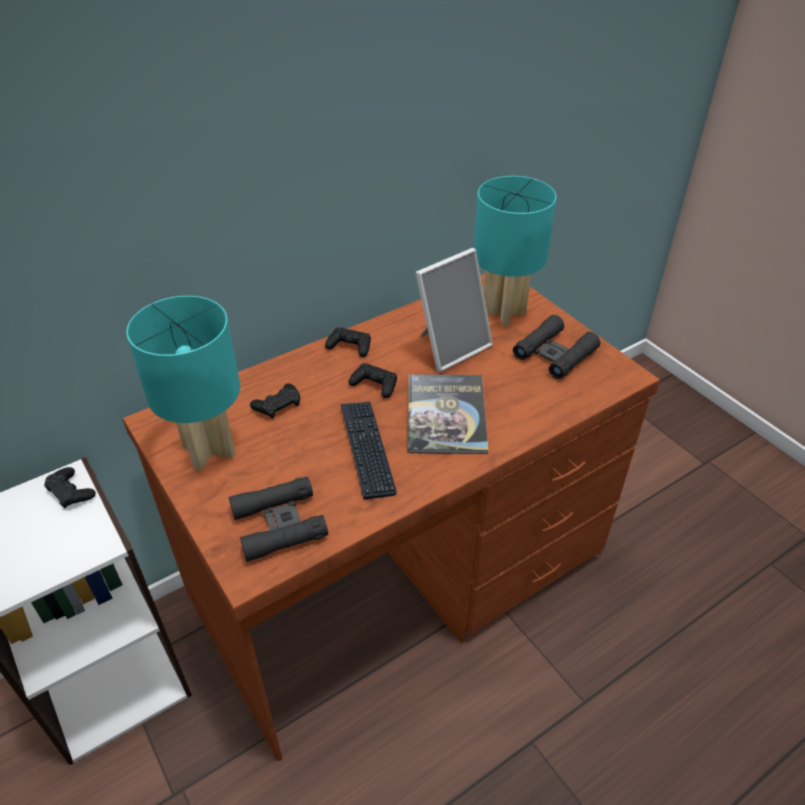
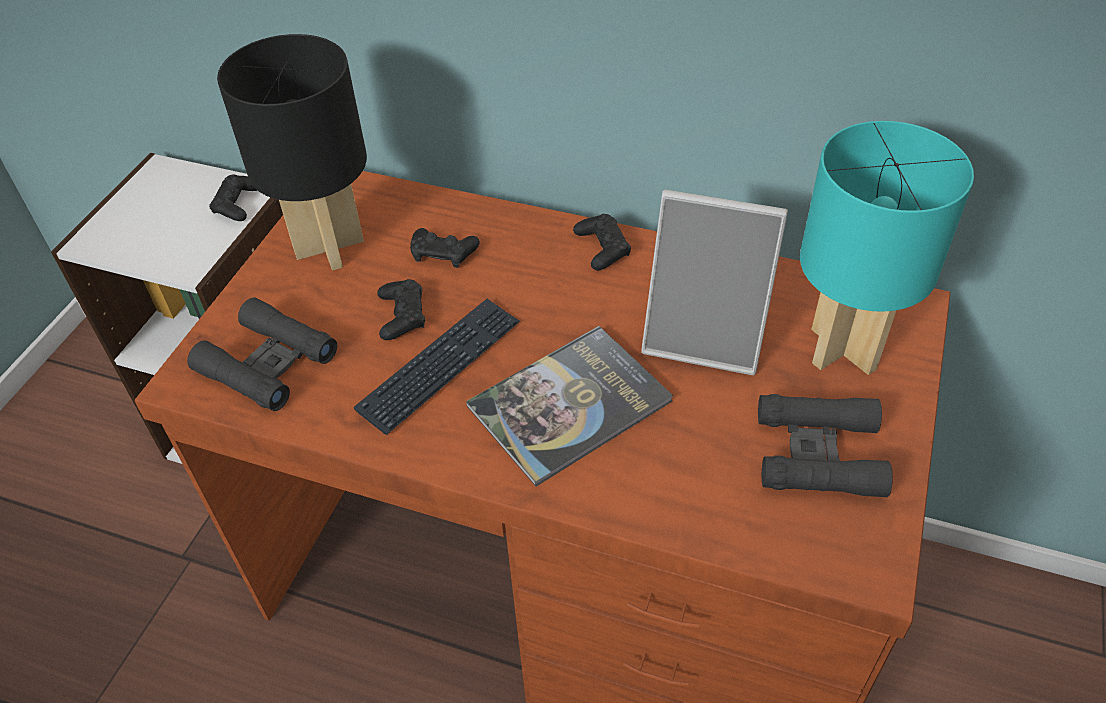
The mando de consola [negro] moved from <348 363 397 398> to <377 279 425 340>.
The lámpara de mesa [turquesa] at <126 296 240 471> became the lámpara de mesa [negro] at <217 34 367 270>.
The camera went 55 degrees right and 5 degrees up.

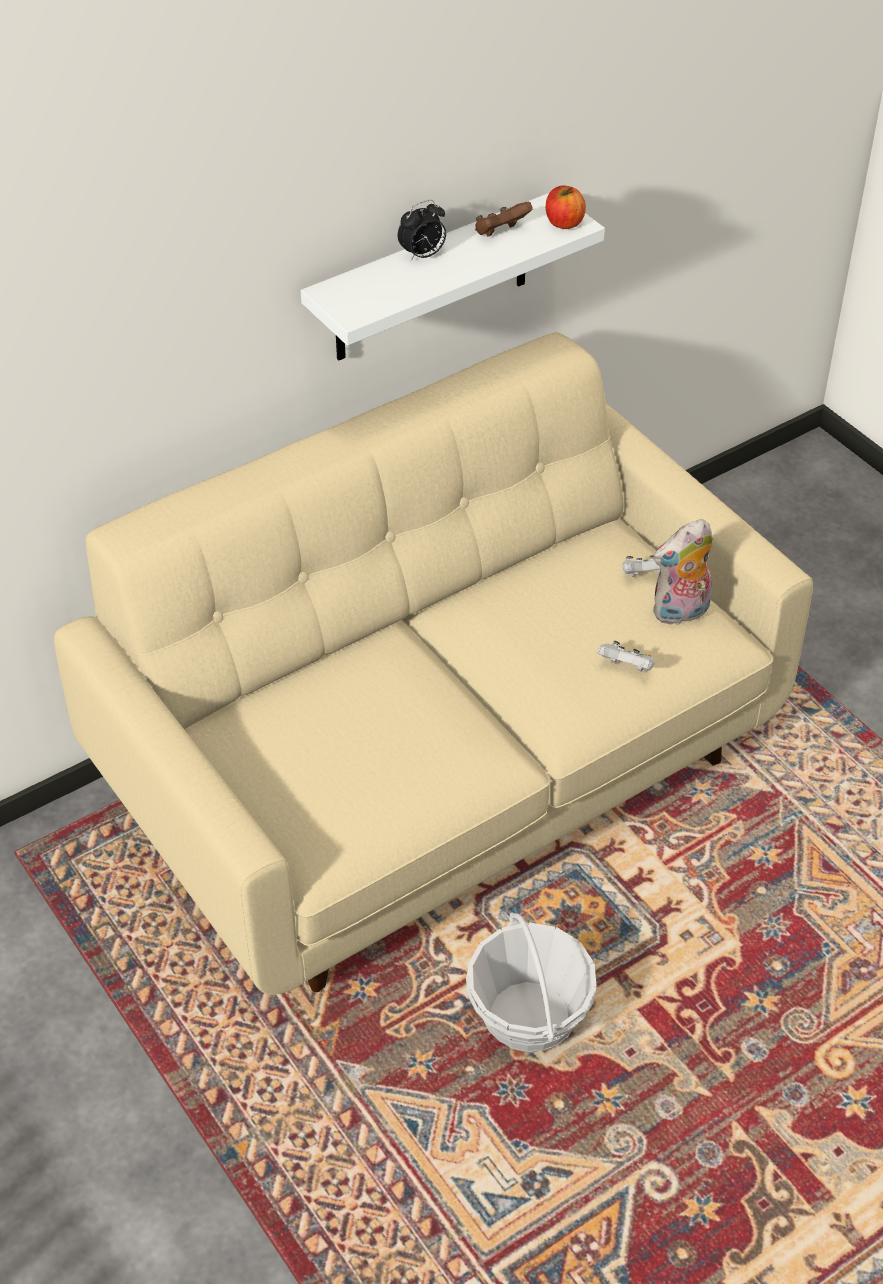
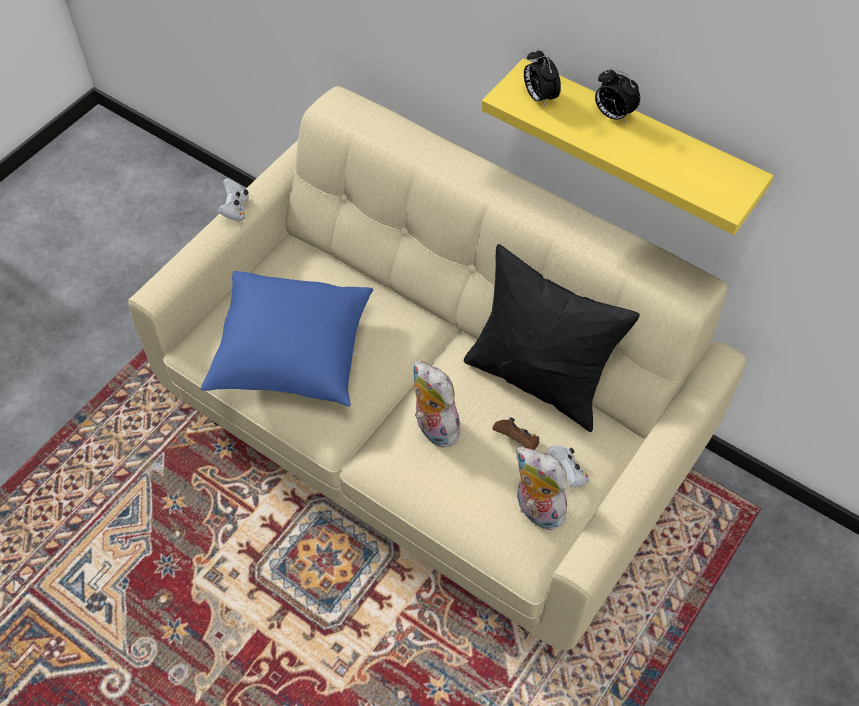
The cesta at <466 913 597 1052> disappeared.
The manzana at <546 186 586 229> disappeared.
The cojín [azul] at <201 271 373 407> appeared.
The peluche at <413 361 465 448> appeared.
The cojín [negro] at <463 244 640 432> appeared.
The despertador at <524 48 561 106> appeared.
The mando de consola [marrón] moved from <475 202 533 237> to <492 417 539 450>.
The mando de consola [blanco] moved from <598 641 655 672> to <217 178 249 221>.
The estante [blanco] at <301 193 605 361> became the estante [amarillo] at <482 58 774 235>.
The camera went 70 degrees right and 10 degrees up.

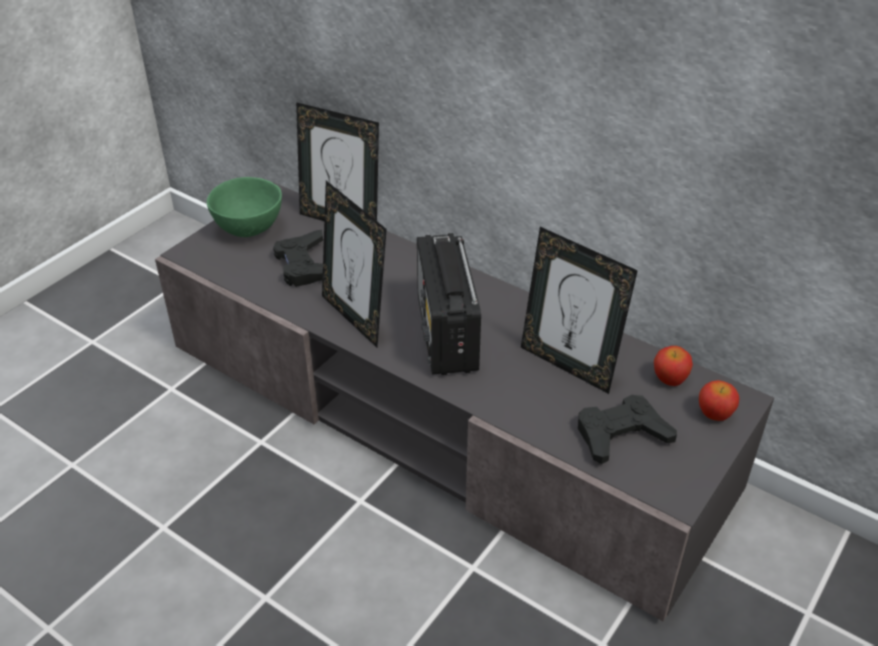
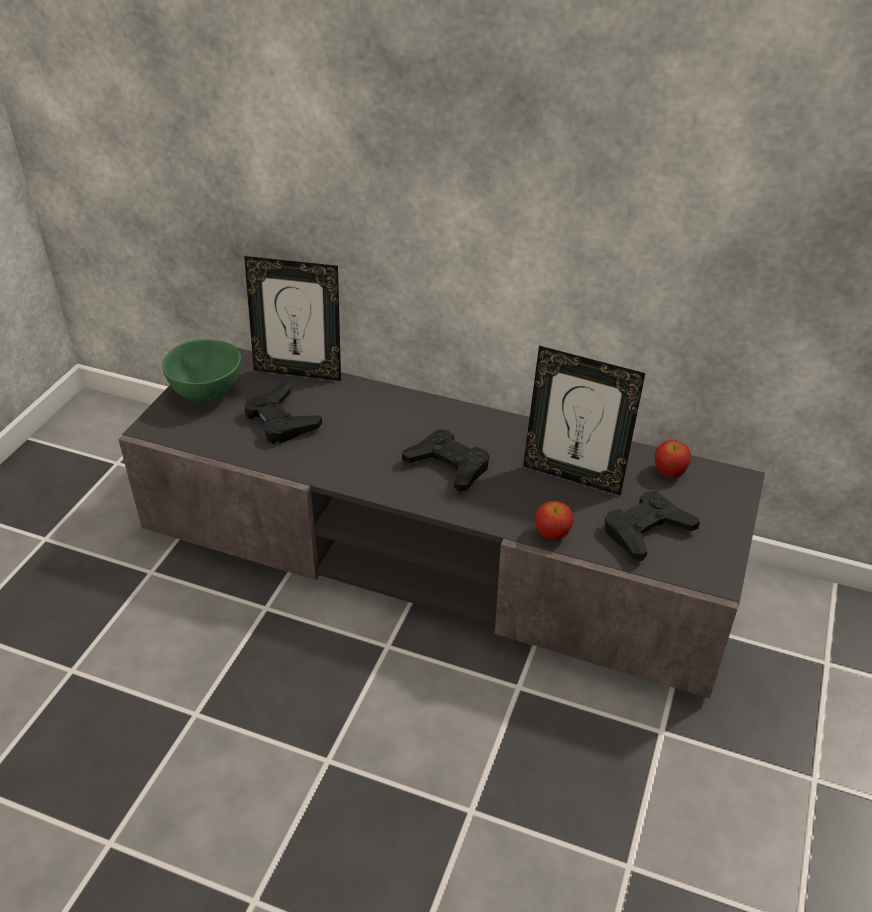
The portarretratos at <322 181 387 347> disappeared.
The manzana moved from <699 380 739 421> to <535 501 573 541>.
The radio at <417 233 481 375> was replaced by the mando de consola [negro] at <402 429 489 492>.
The camera went 15 degrees left and 0 degrees up.

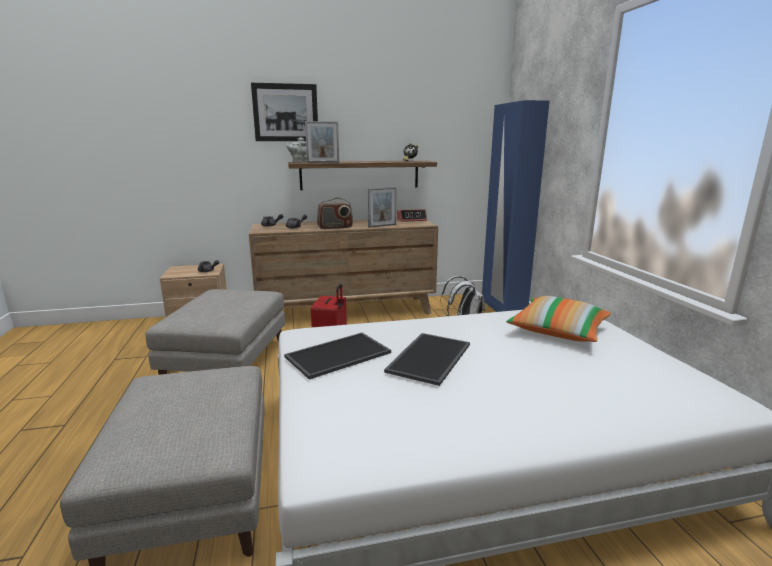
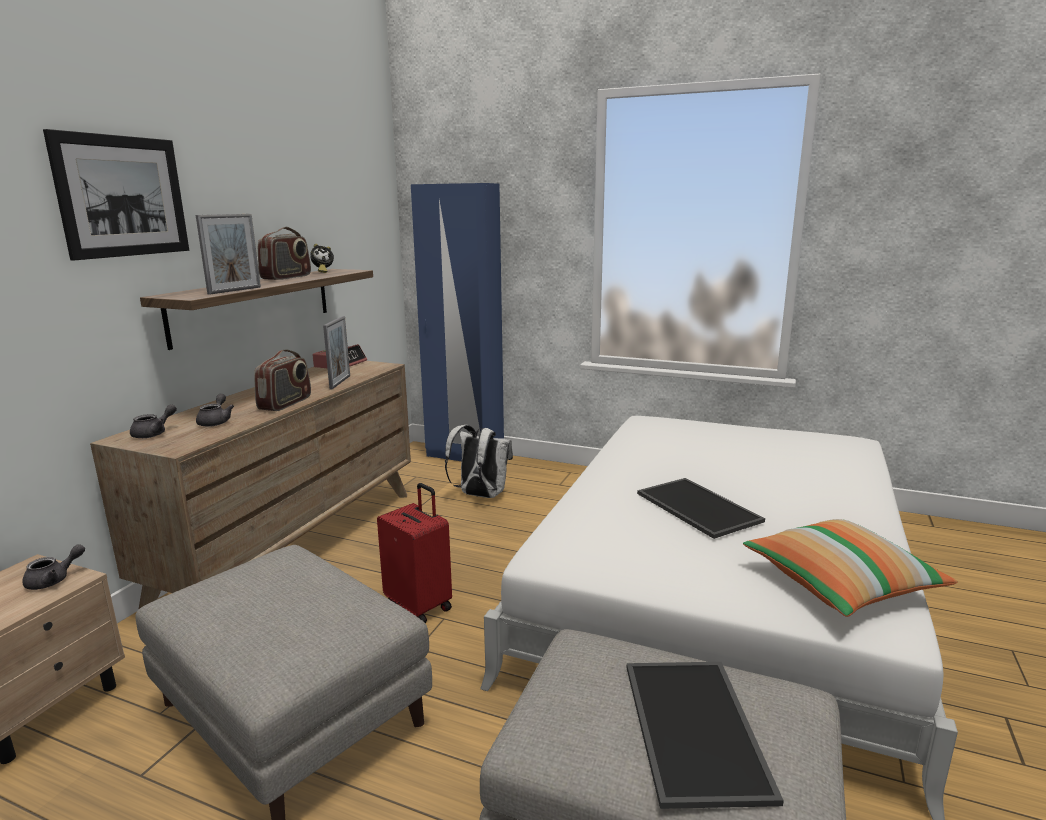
The tetera [gris] at <286 137 307 163> disappeared.
The radio at <258 227 311 280> appeared.
The bandeja moved from <284 333 391 379> to <627 662 784 809>.
The cojín moved from <506 296 611 342> to <743 519 958 617>.
The camera went 55 degrees left and 0 degrees up.

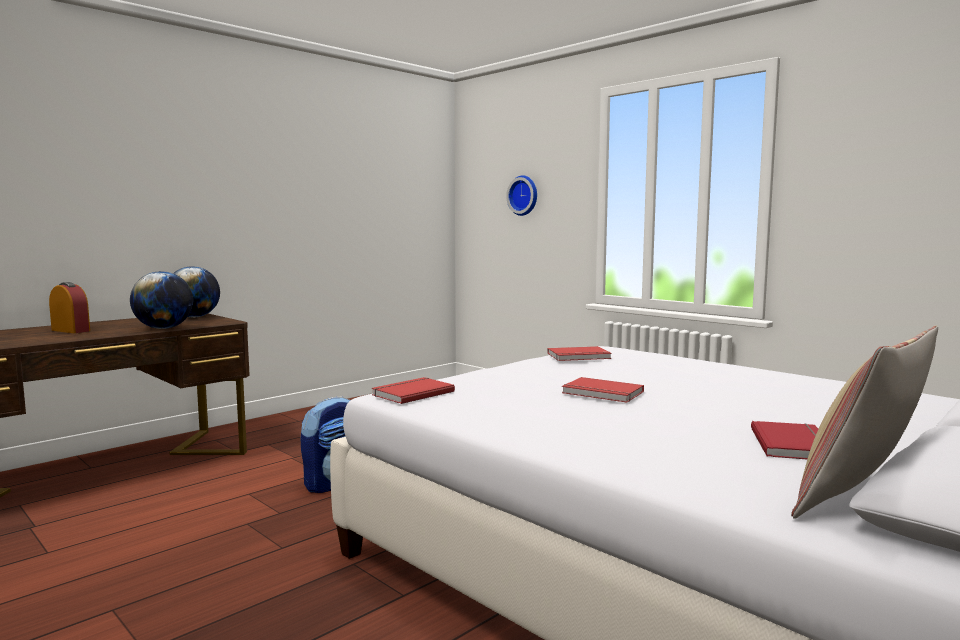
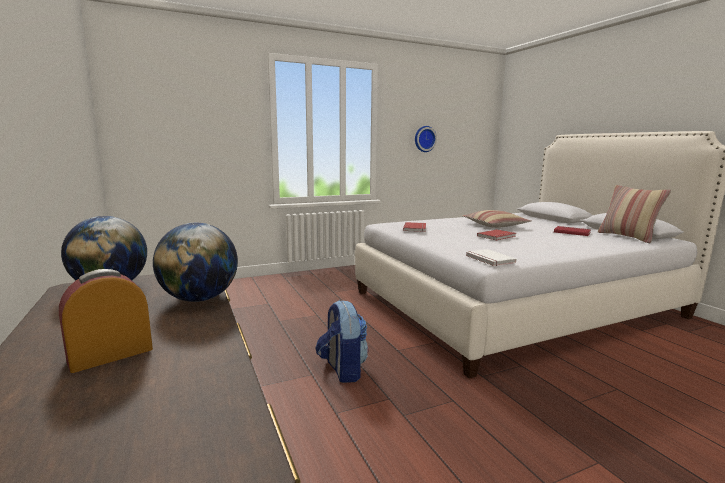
The cojín at <462 210 531 228> appeared.
The reloj de pared moved from <506 175 537 216> to <415 126 437 152>.
The libro [rojo] at <371 377 455 404> became the libro [blanco] at <466 249 517 266>.
The camera went 70 degrees left and 5 degrees up.

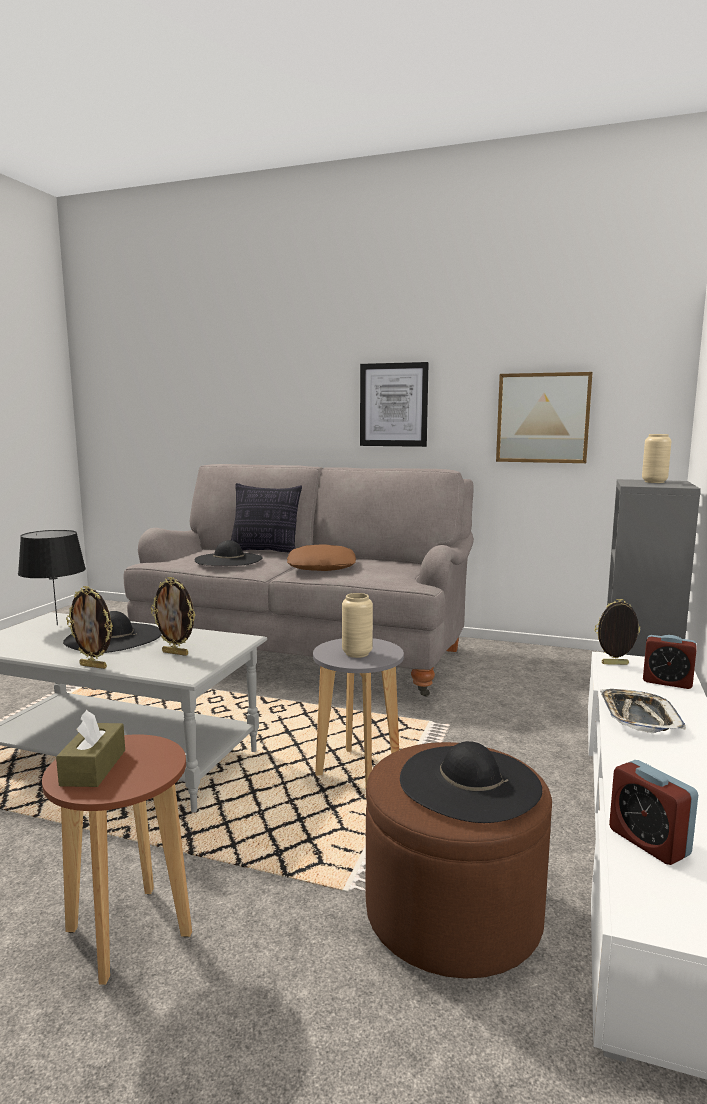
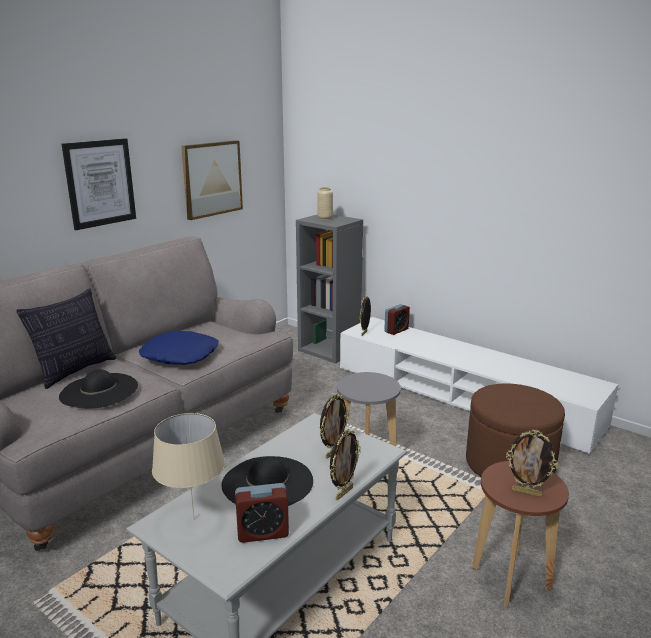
The florero [beis] at <342 593 373 658> disappeared.
The sombrero [negro] at <400 741 542 823> disappeared.
The bandeja at <600 689 686 733> disappeared.
The despertador moved from <609 760 698 865> to <235 483 289 543>.
The caja de pañuelos [marrón] at <56 710 125 787> was replaced by the portarretratos at <506 430 558 497>.
The lámpara de mesa [negro] at <18 530 86 625> became the lámpara de mesa [beis] at <152 413 225 519>.
The cojín [marrón] at <287 544 356 571> became the cojín [azul] at <139 331 219 365>.
The camera went 70 degrees left and 10 degrees up.

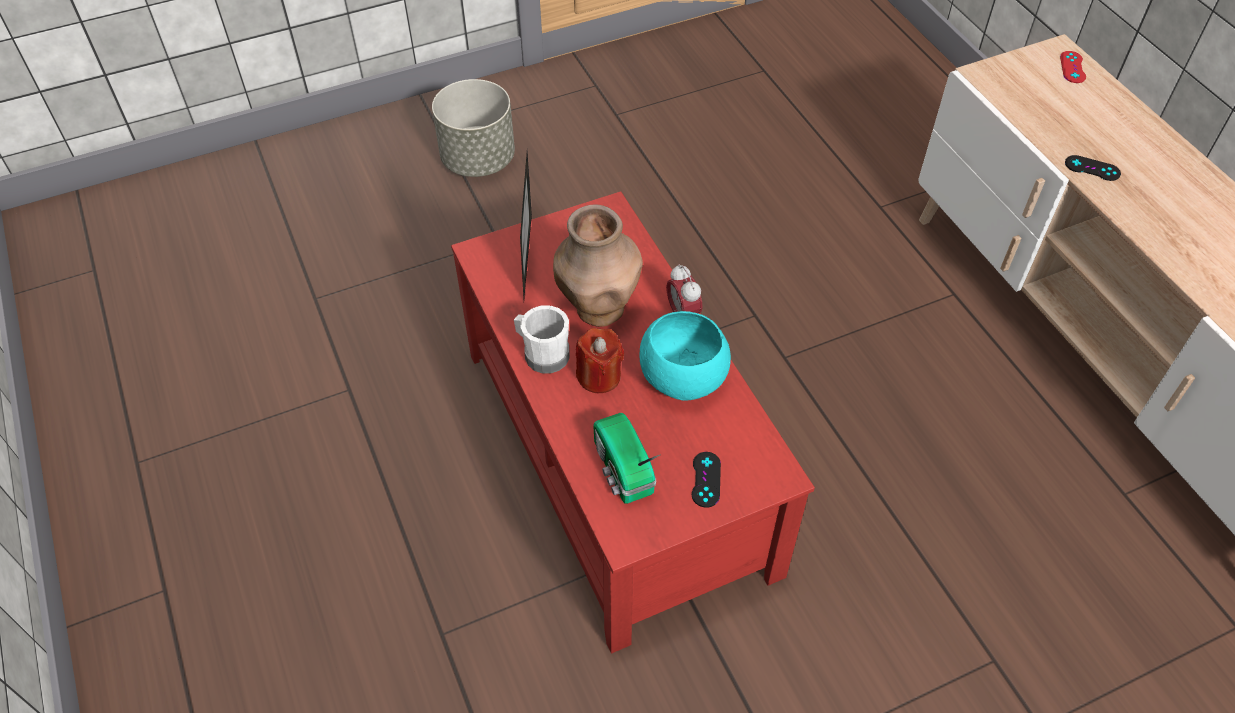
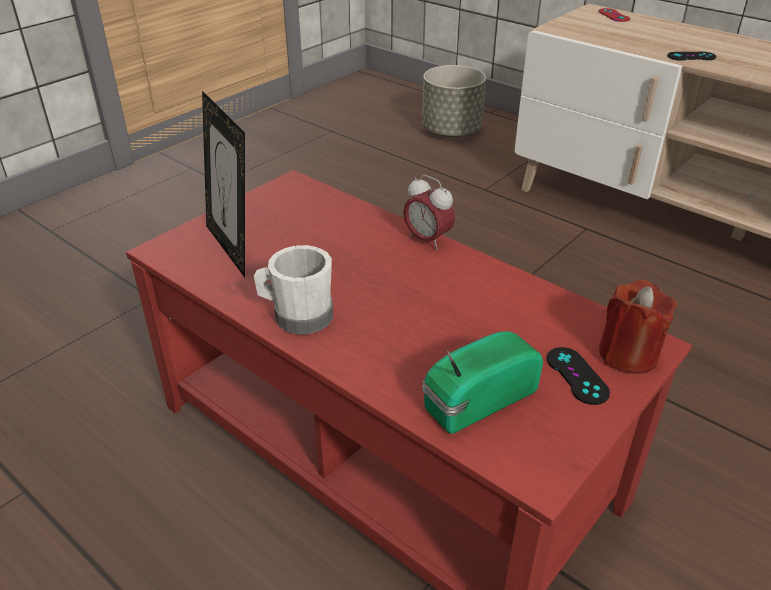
The florero [marrón] at <553 205 643 327> disappeared.
The cuenco [turquesa] at <640 311 731 401> disappeared.
The maceta [gris] moved from <432 79 515 177> to <422 65 486 137>.
The vela [rojo] moved from <576 328 624 393> to <599 280 677 374>.
The radio at <594 413 661 504> turned 105 degrees clockwise.
The camera went 25 degrees left and 15 degrees down.

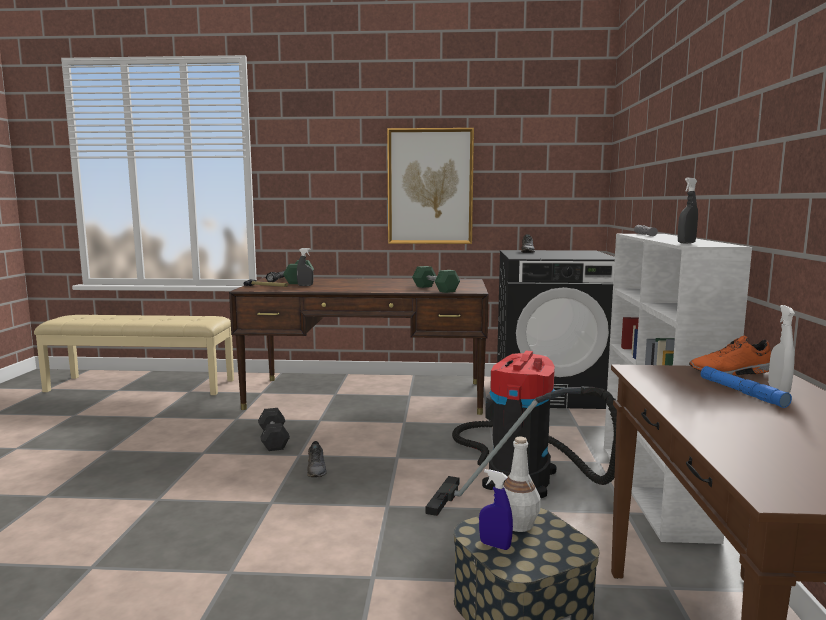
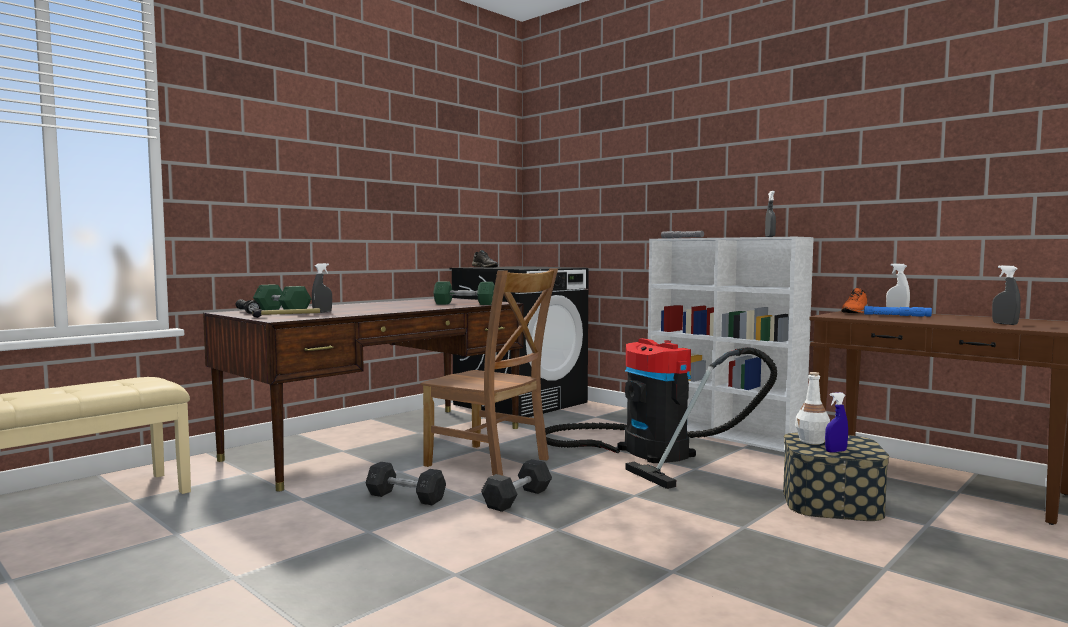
The cuadro at <387 128 474 244> disappeared.
The silla [marrón] at <421 268 558 476> appeared.
The pulverizador [gris] at <992 265 1021 325> appeared.
The zapato [gris] at <307 441 327 477> was replaced by the mancuerna [gris] at <481 459 552 512>.
The camera went 50 degrees left and 5 degrees down.

